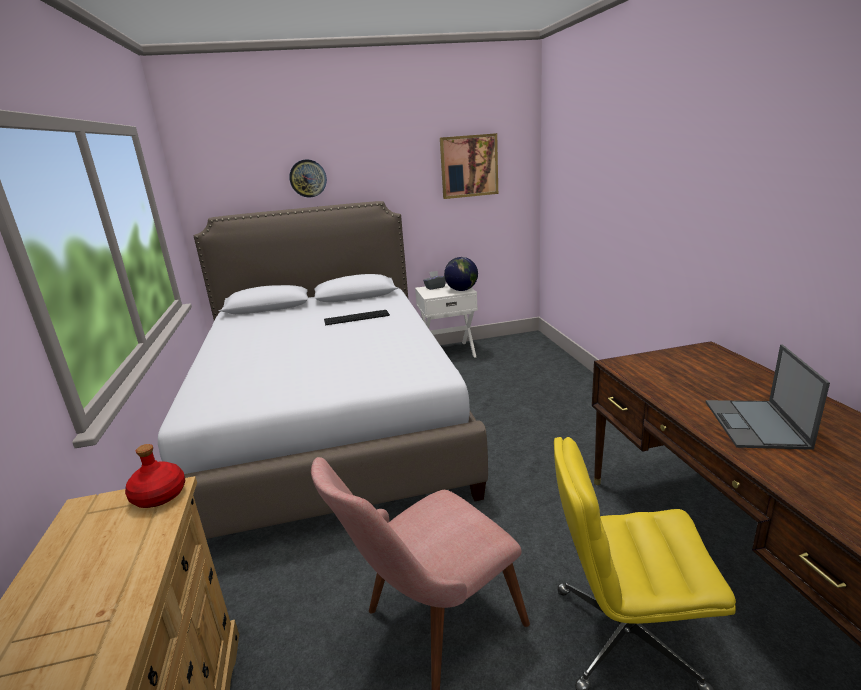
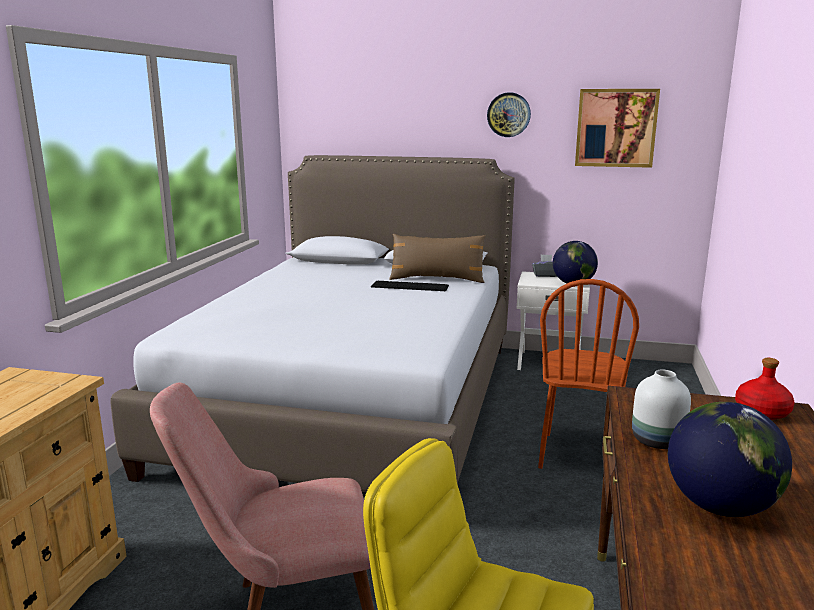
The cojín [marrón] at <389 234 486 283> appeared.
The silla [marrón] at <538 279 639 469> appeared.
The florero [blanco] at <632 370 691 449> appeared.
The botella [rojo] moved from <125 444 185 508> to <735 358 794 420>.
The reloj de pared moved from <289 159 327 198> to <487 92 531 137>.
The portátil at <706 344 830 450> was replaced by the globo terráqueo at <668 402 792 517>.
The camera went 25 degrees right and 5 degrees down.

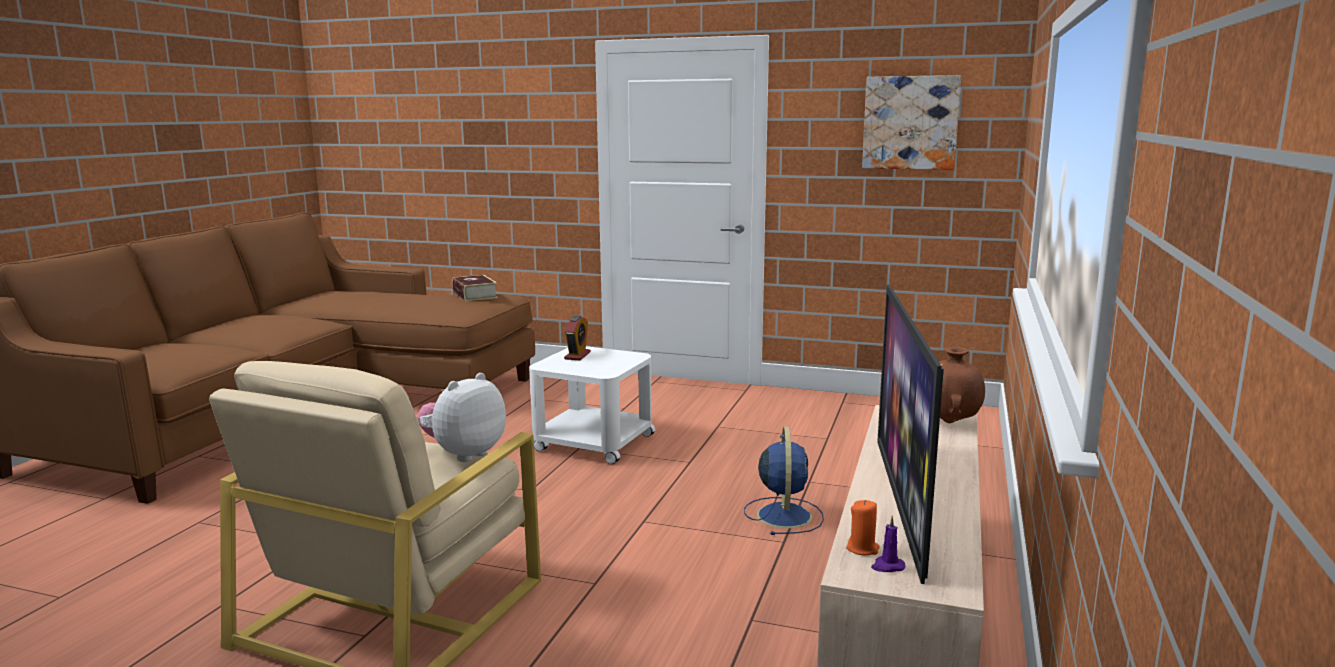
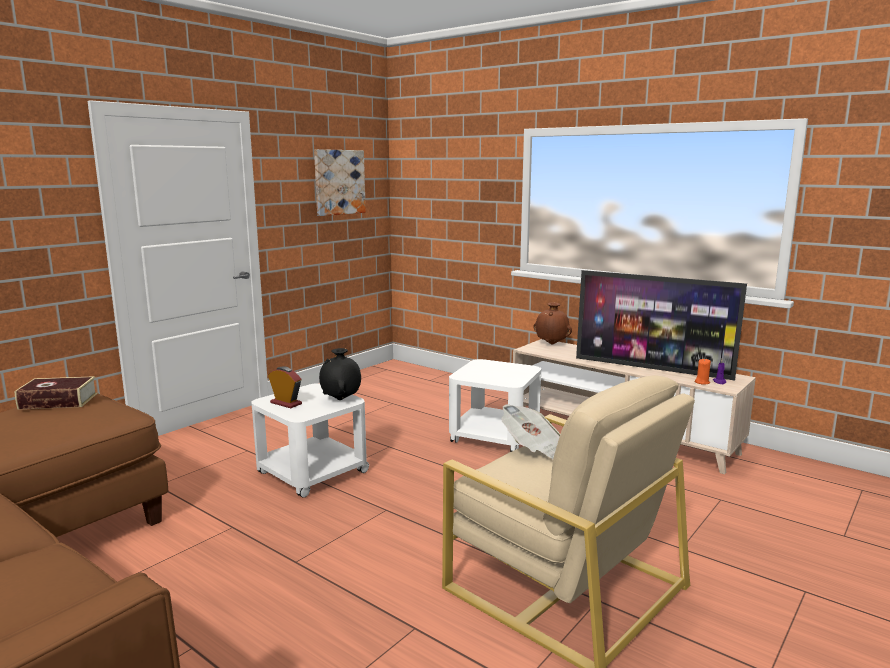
The florero [negro] at <319 348 361 400> appeared.
The peluche at <417 373 506 462> was replaced by the periódico at <501 404 560 459>.
The ventilador [azul] at <744 427 824 535> was replaced by the mesa auxiliar [blanco] at <449 359 541 452>.
The camera went 70 degrees left and 0 degrees up.

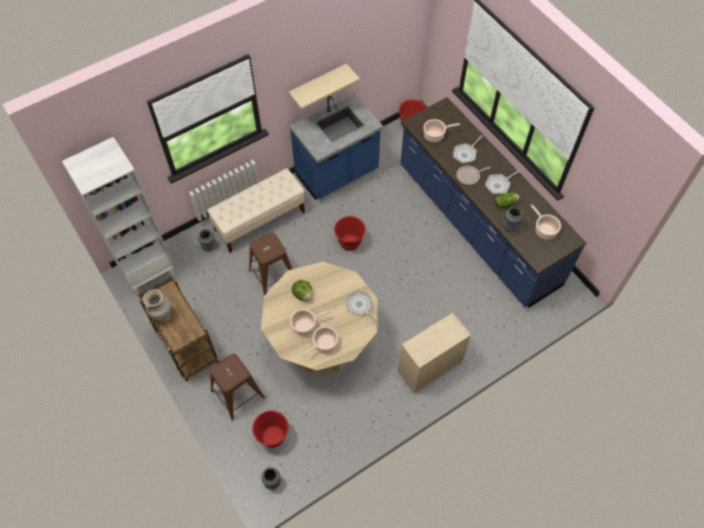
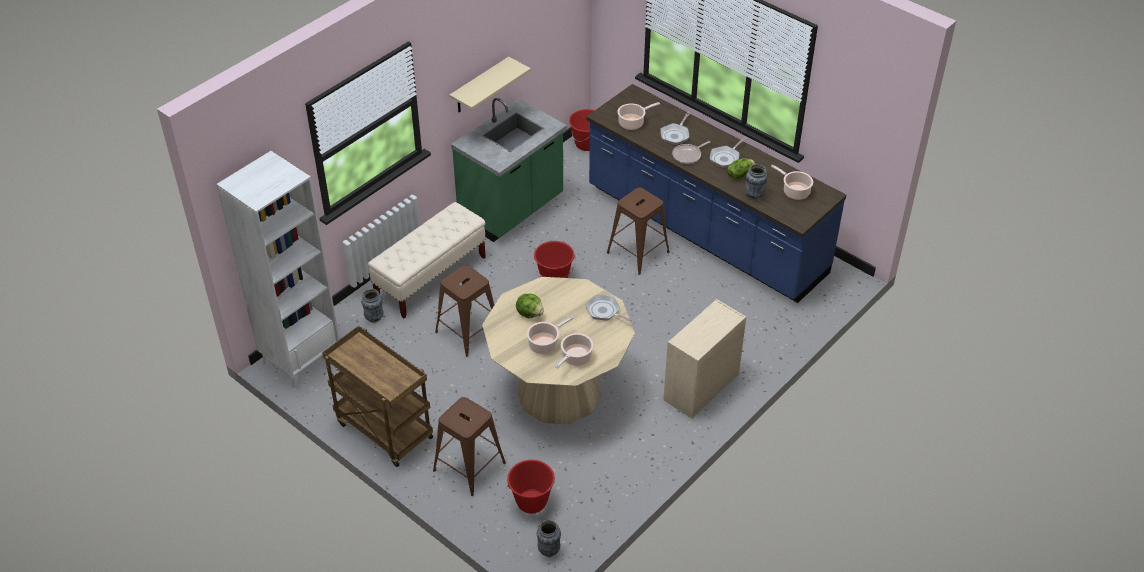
The florero [beis] at <143 289 171 322> disappeared.
The taburete [marrón] at <607 187 670 275> appeared.
The mueble bajo de cocina [azul] at <289 93 383 200> became the mueble bajo de cocina [verde] at <451 98 567 242>.
The camera went 15 degrees left and 15 degrees down.

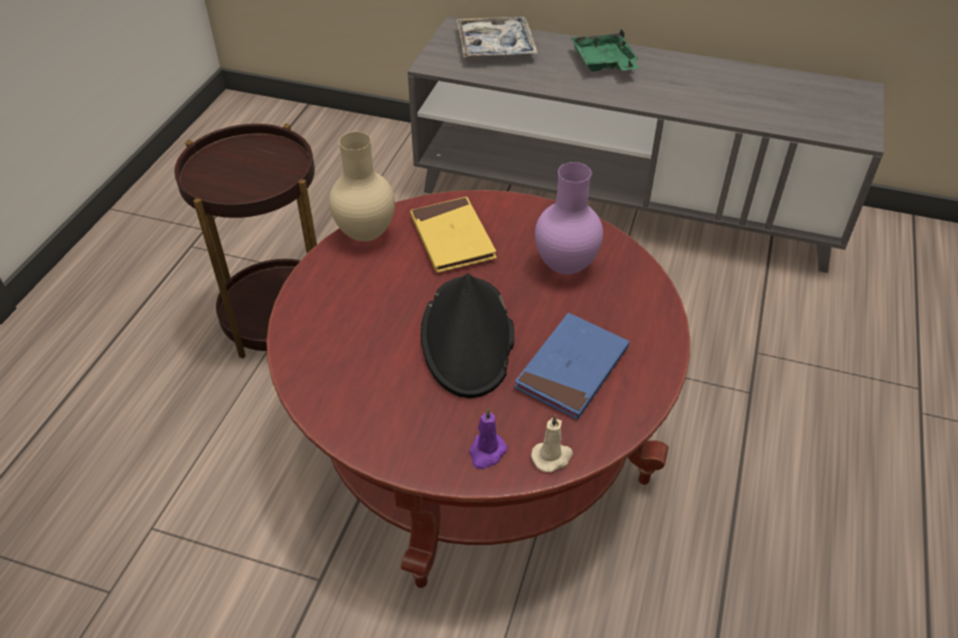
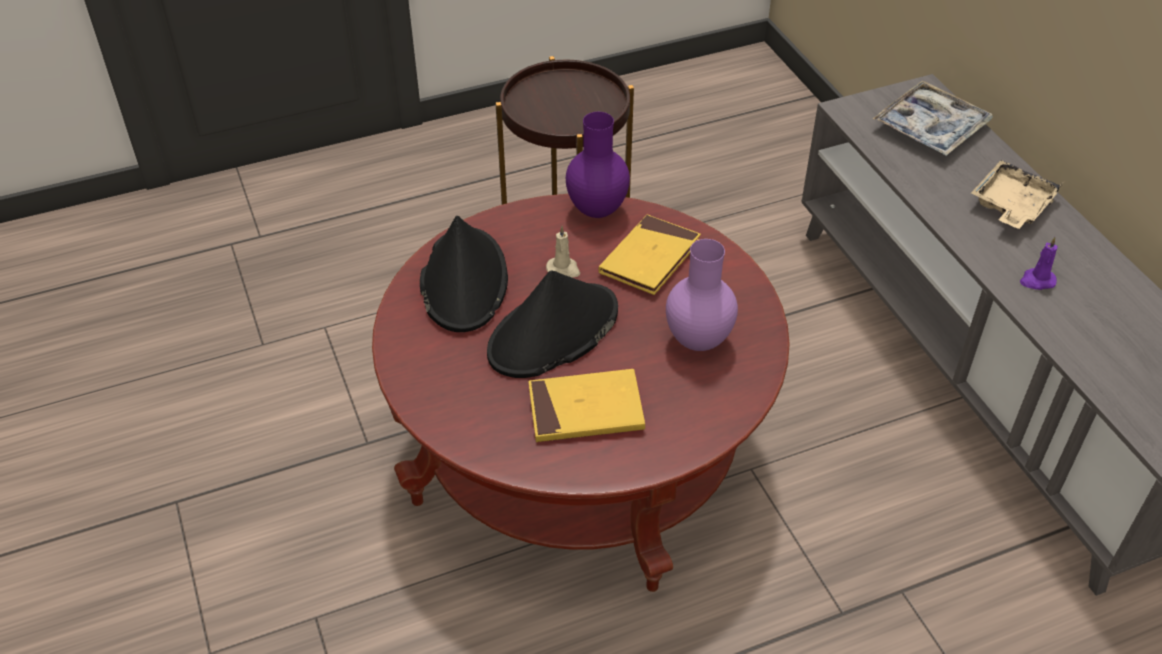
The sombrero [negro] at <420 216 508 332> appeared.
The vela [morado] moved from <469 408 507 469> to <1020 237 1058 290>.
The vela [beis] moved from <531 414 573 473> to <546 226 580 278>.
The florero [beis] at <329 132 395 241> became the florero [morado] at <566 112 630 218>.
The libro [azul] at <514 313 629 420> became the libro [amarillo] at <528 369 645 442>.
The bandeja [verde] at <571 28 639 71> became the bandeja [beis] at <971 160 1063 229>.
The camera went 50 degrees right and 0 degrees up.

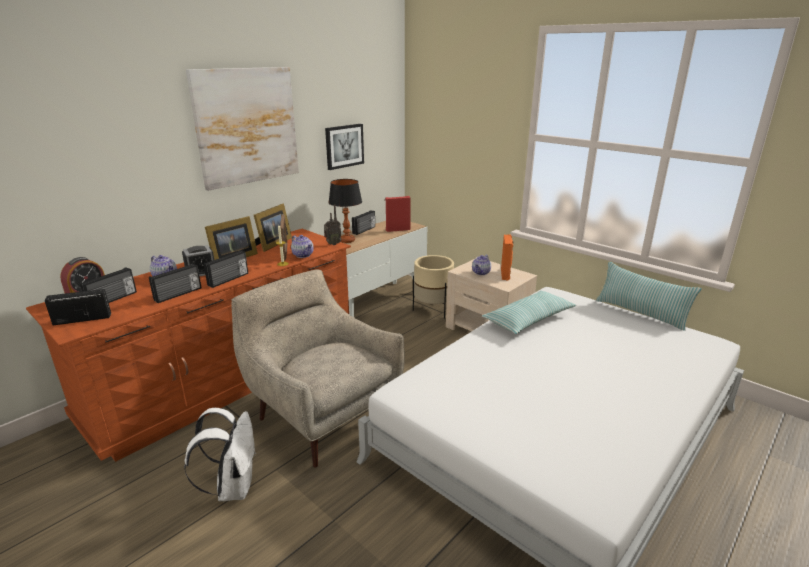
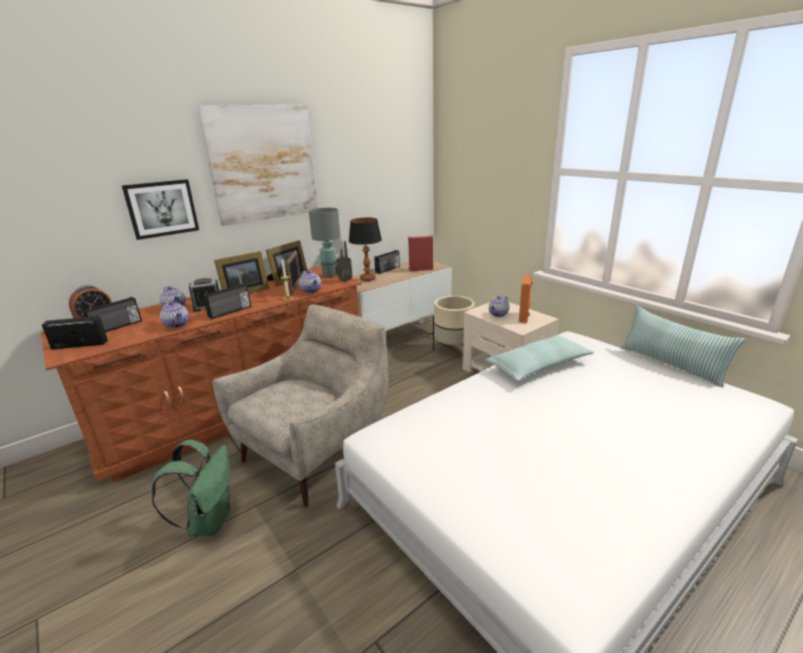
The lámpara de mesa [gris] at <309 208 340 277> appeared.
The cuadro moved from <325 124 364 170> to <122 179 199 240>.
The radio at <149 263 201 303> was replaced by the tetera at <160 301 189 328>.
The mochila [blanco] at <184 408 255 501> became the mochila [verde] at <151 439 231 536>.
The sillón [beis] at <231 269 405 468> turned 75 degrees clockwise.
The camera went 10 degrees right and 0 degrees up.

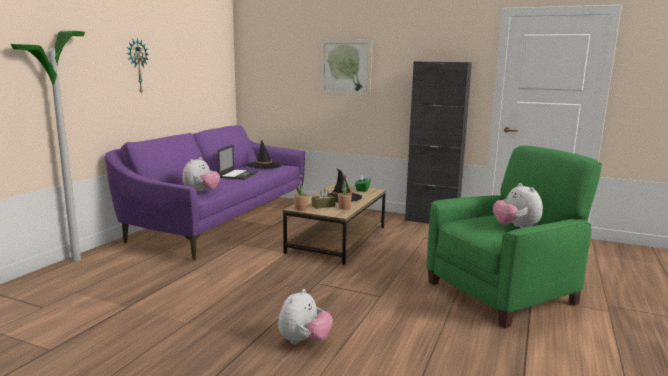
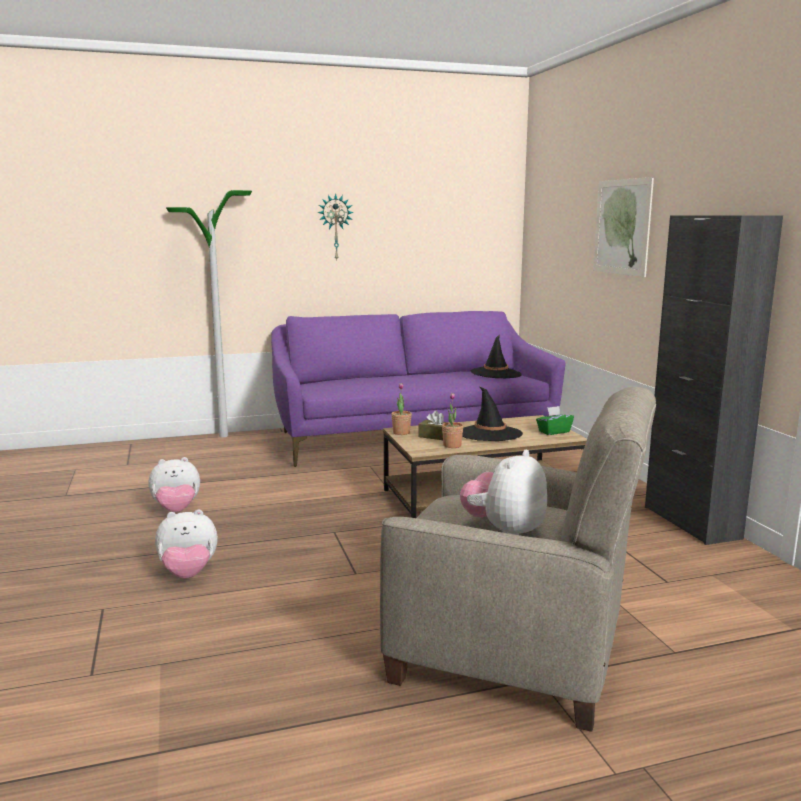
The portátil at <218 144 258 180> disappeared.
The peluche moved from <183 157 220 193> to <148 457 200 512>.
The sillón [verde] at <426 145 602 328> became the sillón [beis] at <380 387 656 732>.
The camera went 50 degrees right and 0 degrees up.

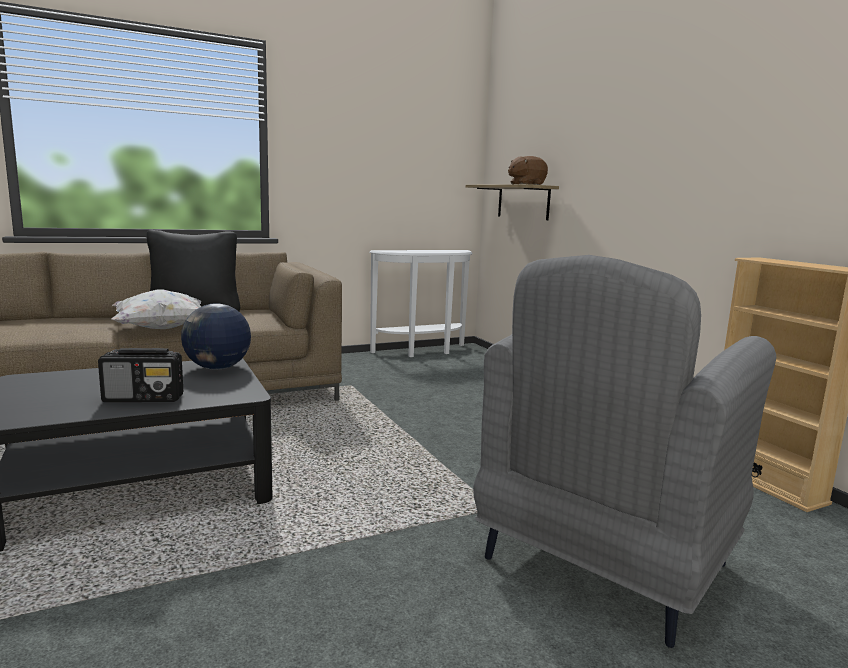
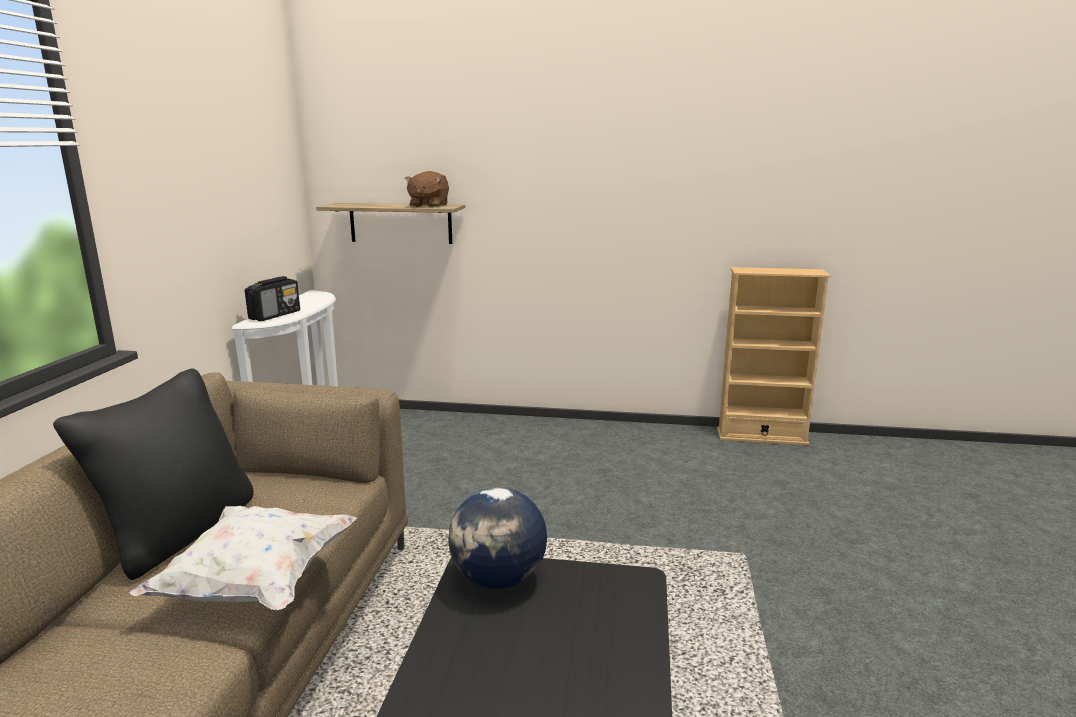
The sillón [gris] at <473 255 776 648> disappeared.
The radio moved from <98 348 183 402> to <245 276 300 321>.
The camera went 55 degrees left and 5 degrees up.

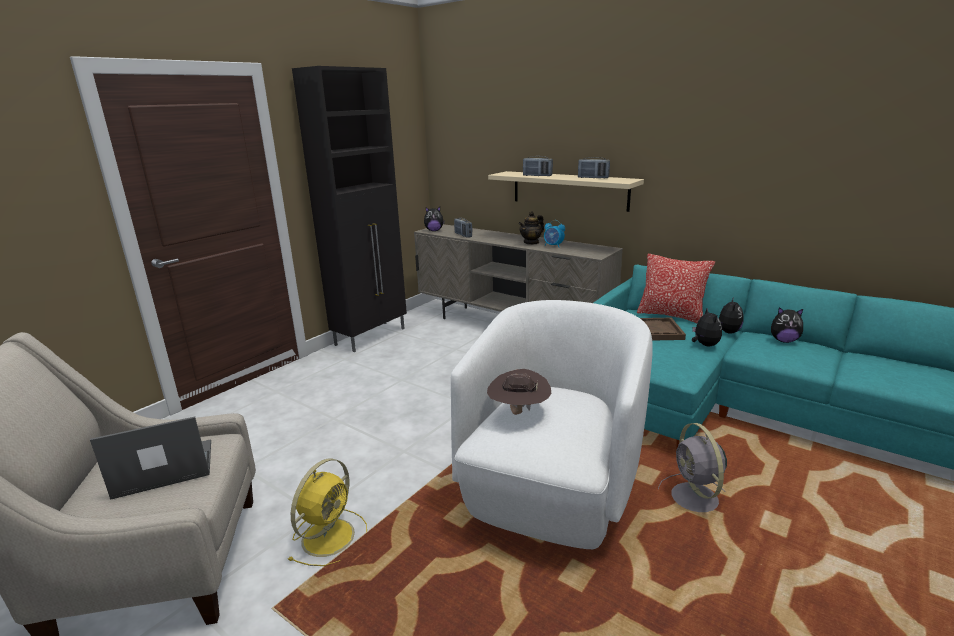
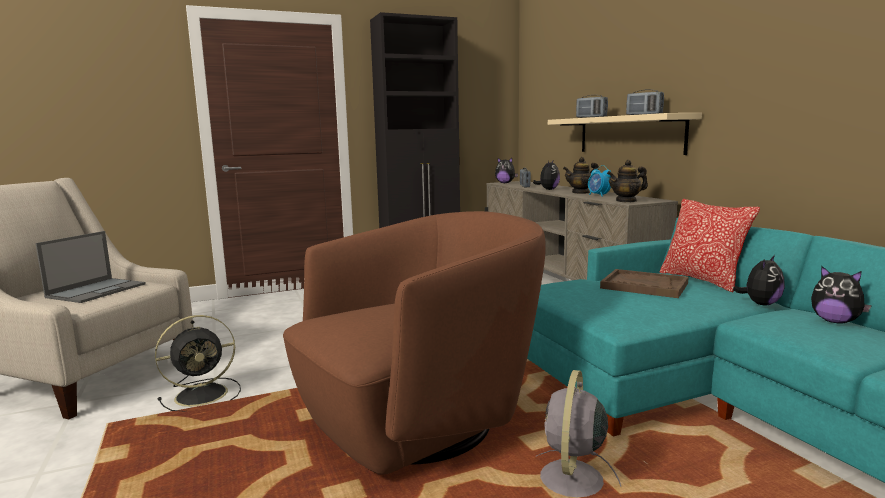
The sombrero [marrón] at <487 369 551 415> disappeared.
The tetera at <607 160 648 202> appeared.
The peluche moved from <692 308 722 347> to <533 161 560 190>.
The ventilador [amarillo] at <288 458 367 566> became the ventilador [negro] at <155 315 241 411>.
The sillón [blanco] at <451 300 653 549> became the sillón [marrón] at <283 211 546 475>.
The portátil at <90 417 211 500> turned 105 degrees clockwise.
The camera went 30 degrees right and 10 degrees down.

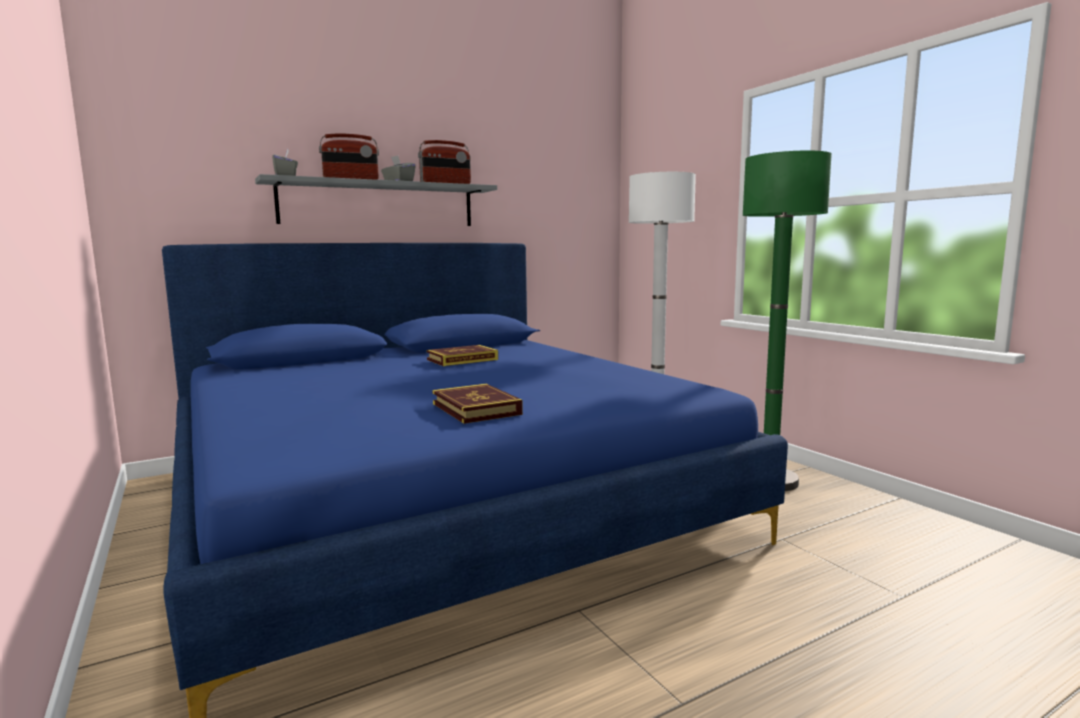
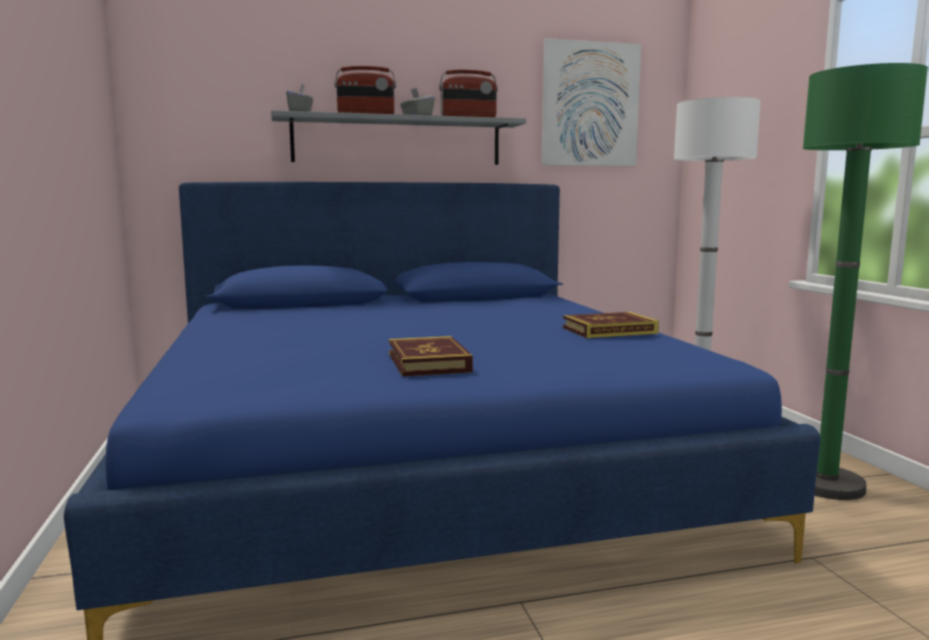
The cuadro at <542 38 641 166> appeared.
The libro moved from <427 345 498 366> to <563 312 659 338>.
The camera went 15 degrees right and 0 degrees up.

